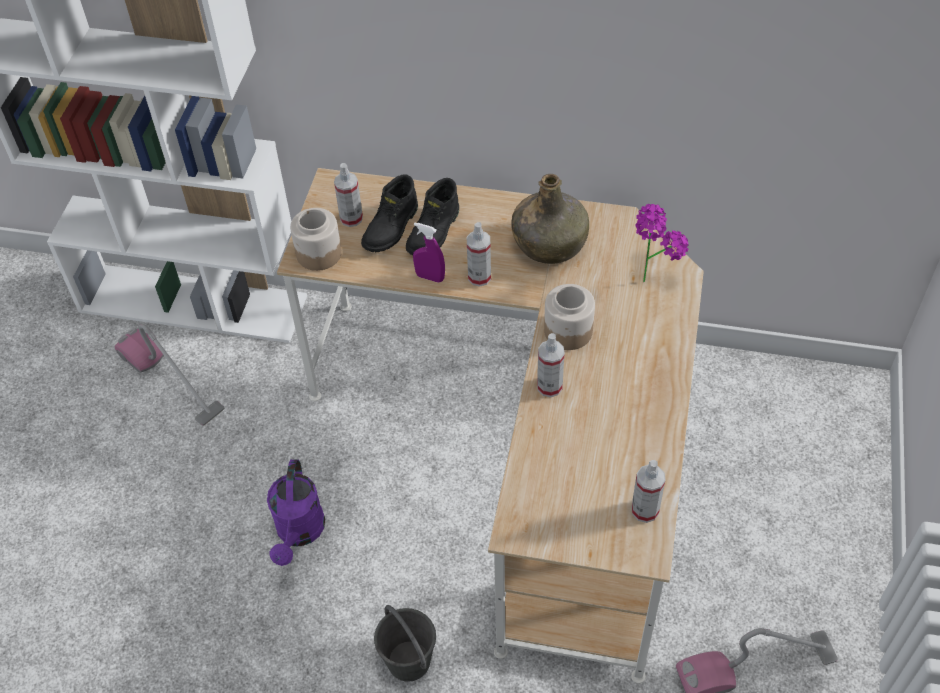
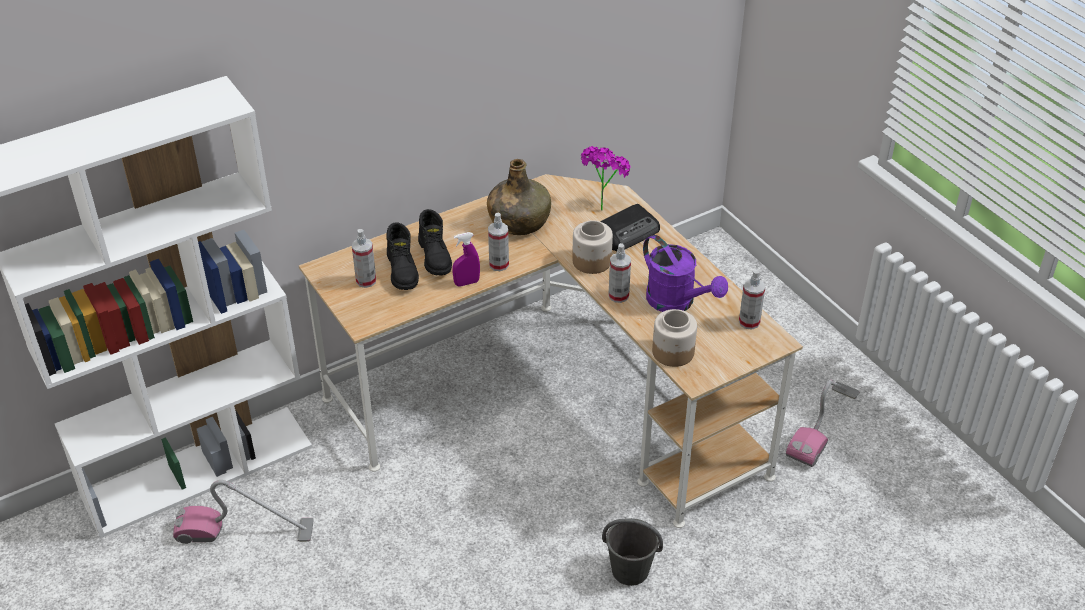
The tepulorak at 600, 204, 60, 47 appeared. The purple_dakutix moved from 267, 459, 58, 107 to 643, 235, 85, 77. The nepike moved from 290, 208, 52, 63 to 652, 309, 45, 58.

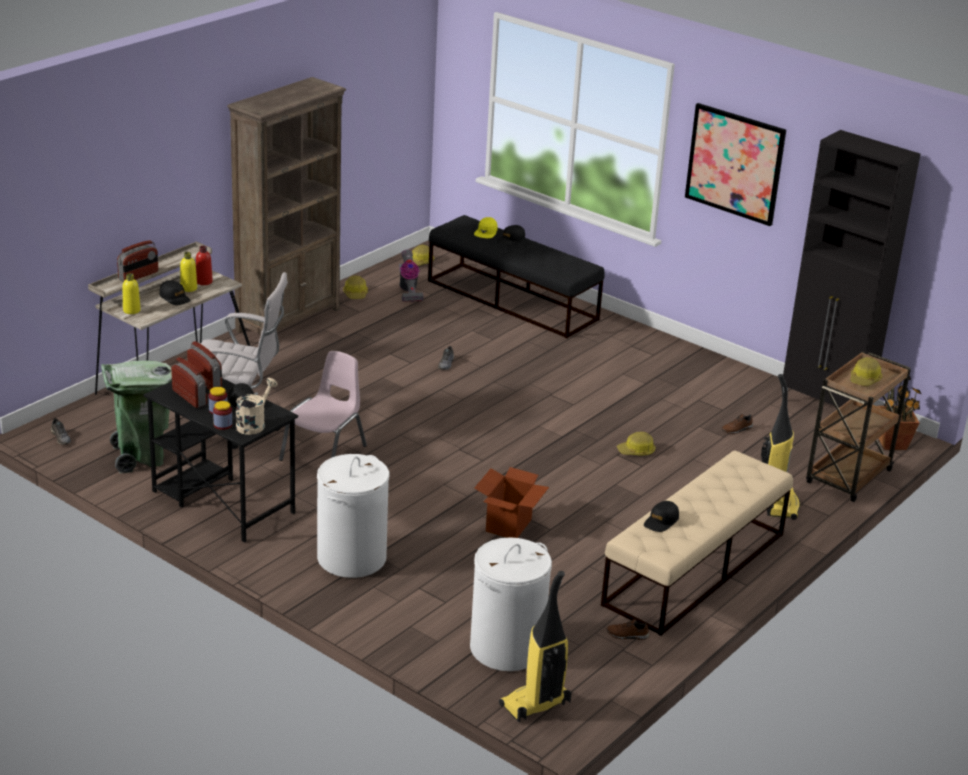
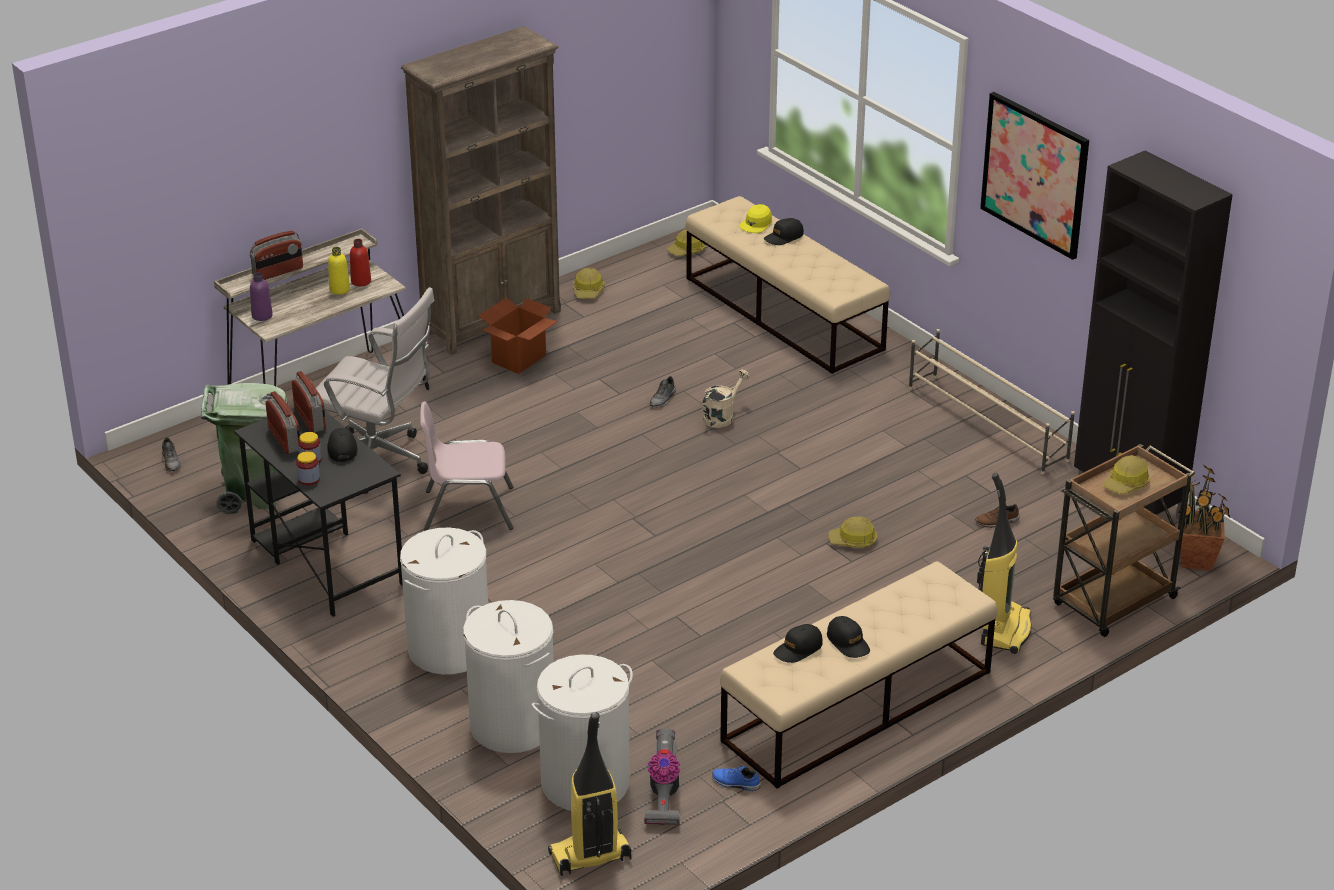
The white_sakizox at 463, 600, 91, 153 appeared. The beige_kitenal at 909, 329, 166, 145 appeared. The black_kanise moved from 160, 280, 31, 25 to 827, 616, 43, 42. The beige_dakutix moved from 236, 378, 42, 57 to 702, 369, 48, 59. The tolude moved from 399, 250, 25, 52 to 644, 728, 36, 97. The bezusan moved from 474, 467, 75, 71 to 478, 298, 80, 76. The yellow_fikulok at 122, 273, 19, 41 became the purple_fikulok at 250, 273, 23, 48. The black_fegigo at 428, 215, 177, 123 became the beige_fegigo at 685, 196, 205, 178. The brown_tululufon at 607, 619, 42, 21 became the blue_tululufon at 712, 765, 49, 26. The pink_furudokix at 279, 351, 88, 110 turned 135 degrees counterclockwise.

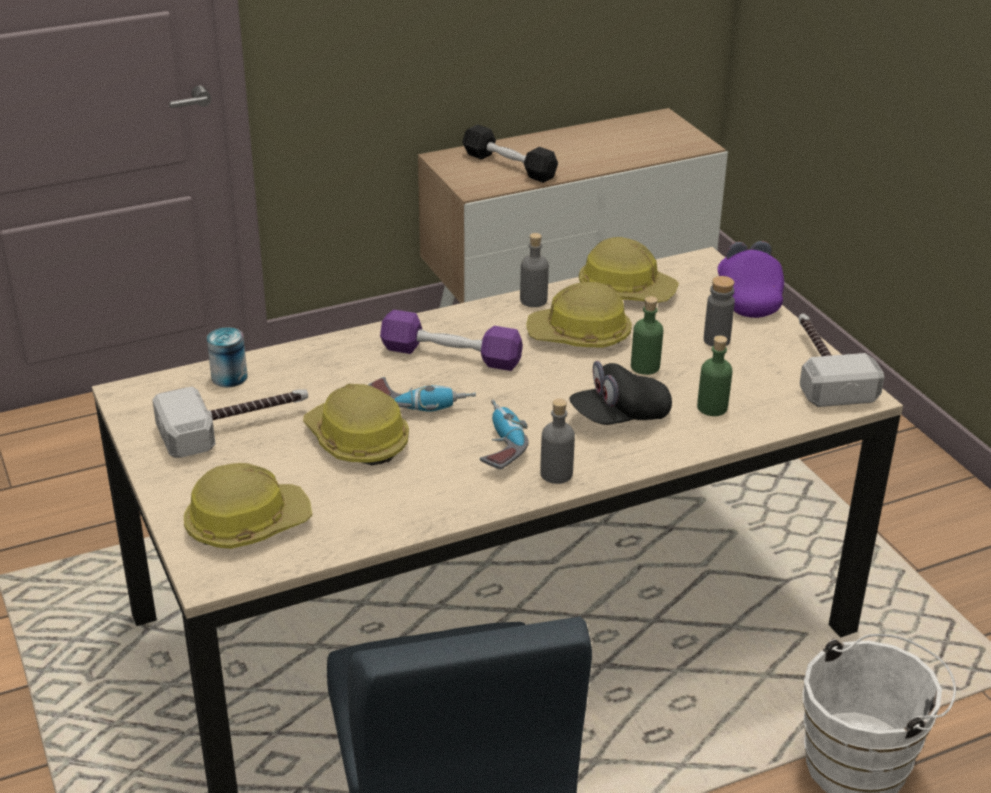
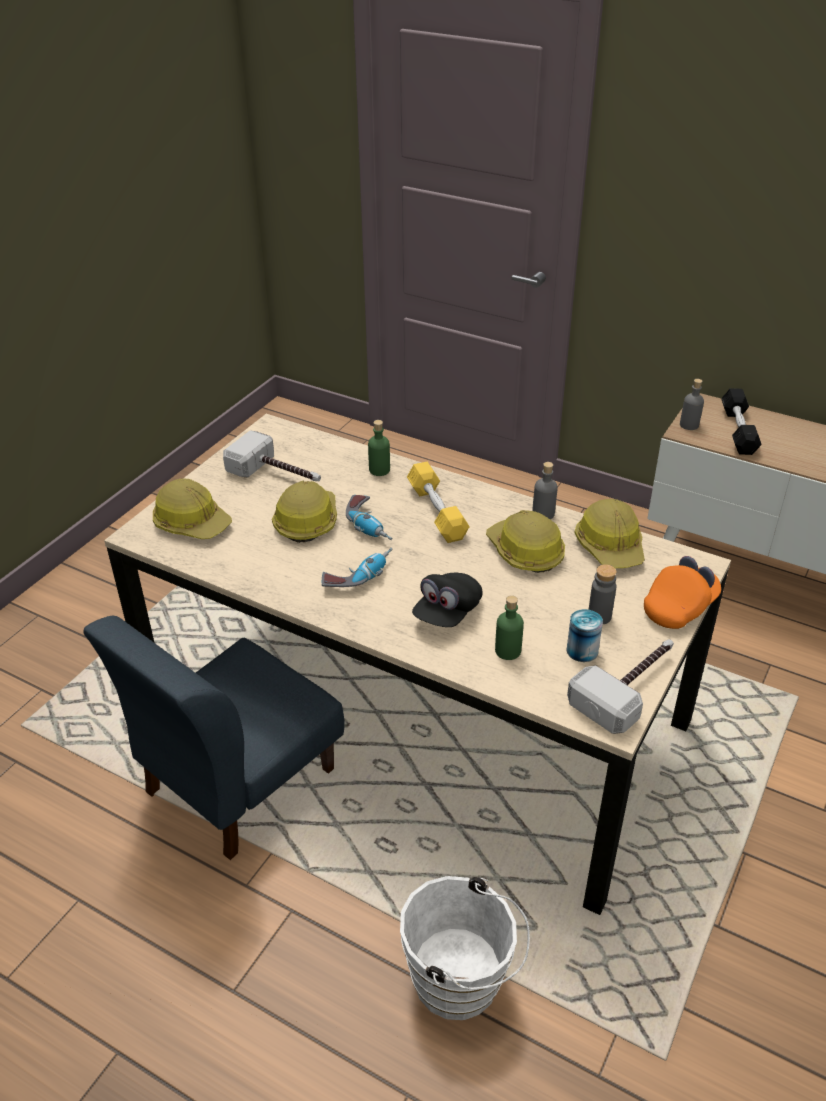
The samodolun moved from 207, 328, 41, 59 to 566, 609, 37, 53. The grey_fikulok moved from 540, 398, 35, 86 to 680, 379, 24, 51. The green_fikulok moved from 631, 296, 32, 79 to 368, 420, 22, 56. The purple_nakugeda at 380, 310, 143, 61 became the yellow_nakugeda at 407, 462, 63, 81. The purple_kanise at 718, 241, 66, 77 became the orange_kanise at 644, 556, 77, 73. The black_kanise at 569, 361, 103, 64 turned 90 degrees counterclockwise.

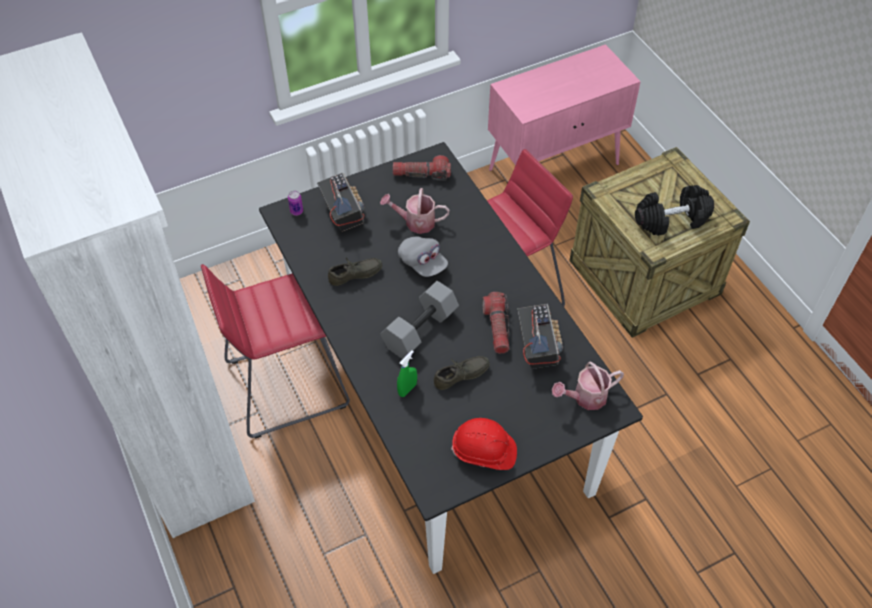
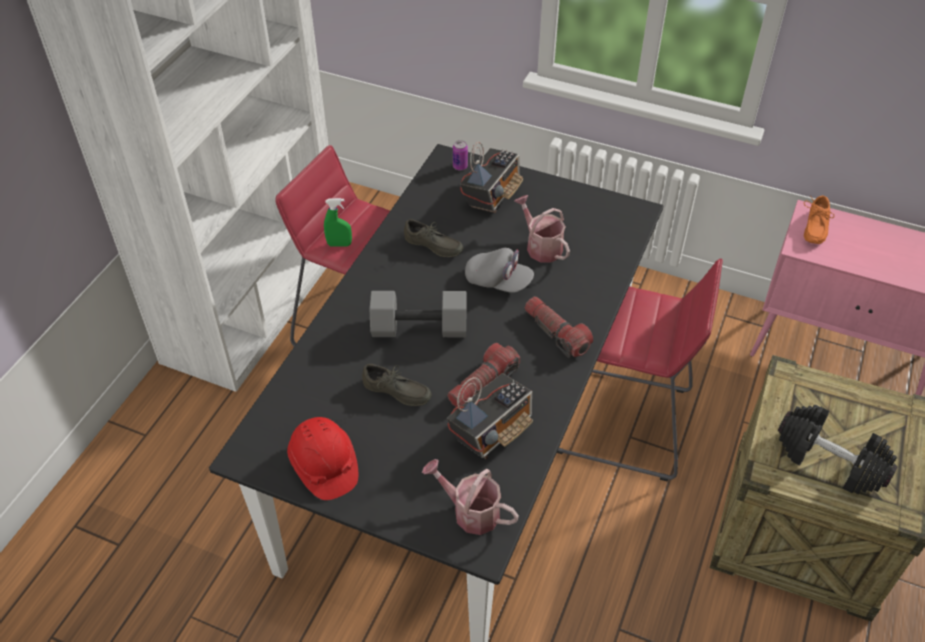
The orange_tululufon at 804, 196, 30, 48 appeared. The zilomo moved from 393, 155, 58, 26 to 525, 297, 68, 61. The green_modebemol moved from 397, 350, 20, 47 to 324, 198, 28, 49. The grey_kanise at 398, 237, 50, 40 turned 75 degrees counterclockwise.

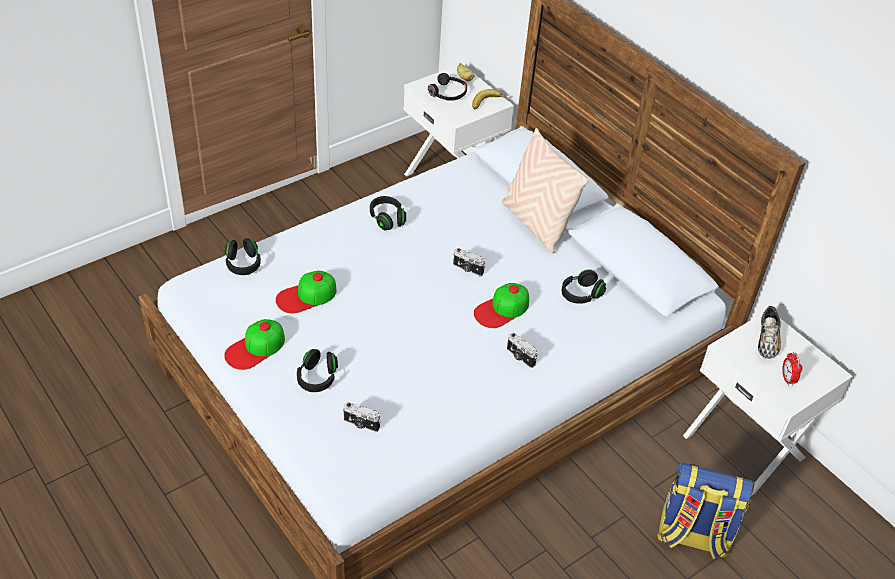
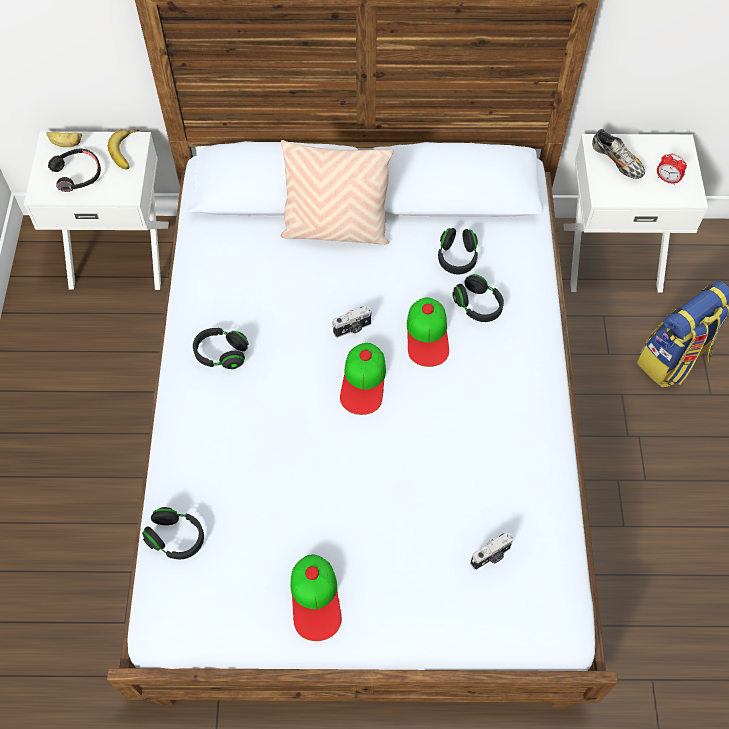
The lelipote at 507, 333, 31, 35 disappeared. The kanise moved from 276, 271, 61, 42 to 340, 343, 46, 72. The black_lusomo moved from 297, 349, 41, 43 to 452, 274, 52, 48.

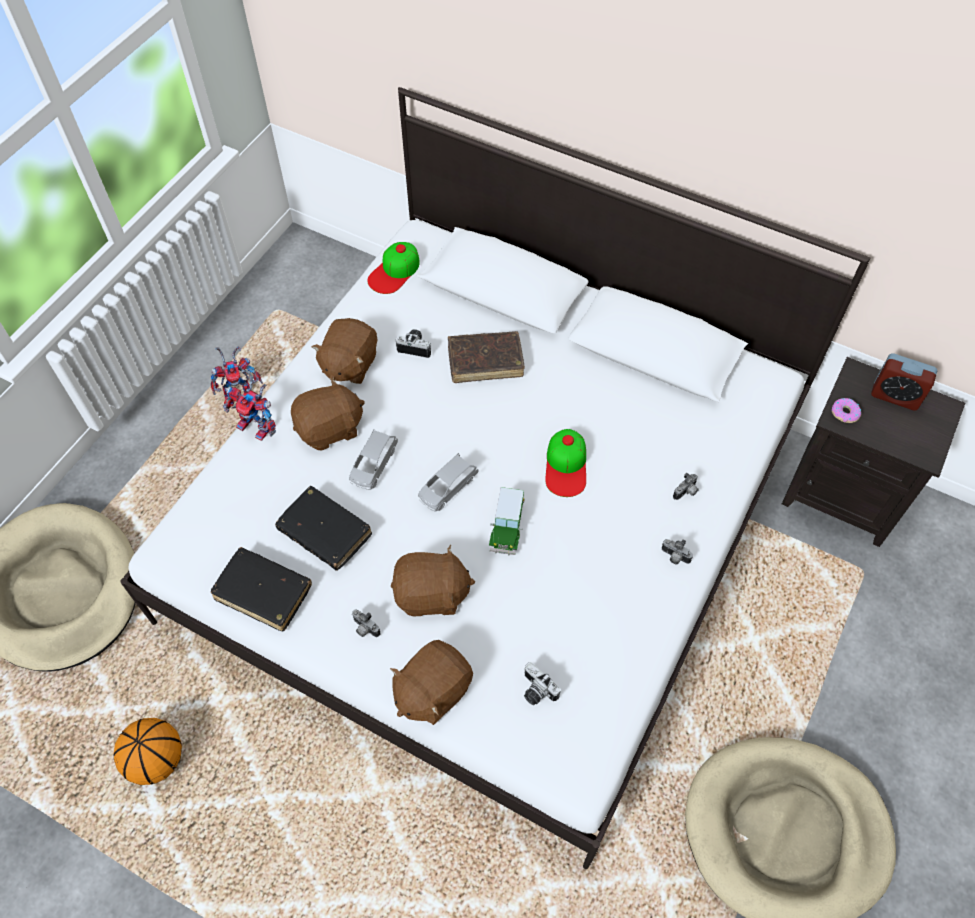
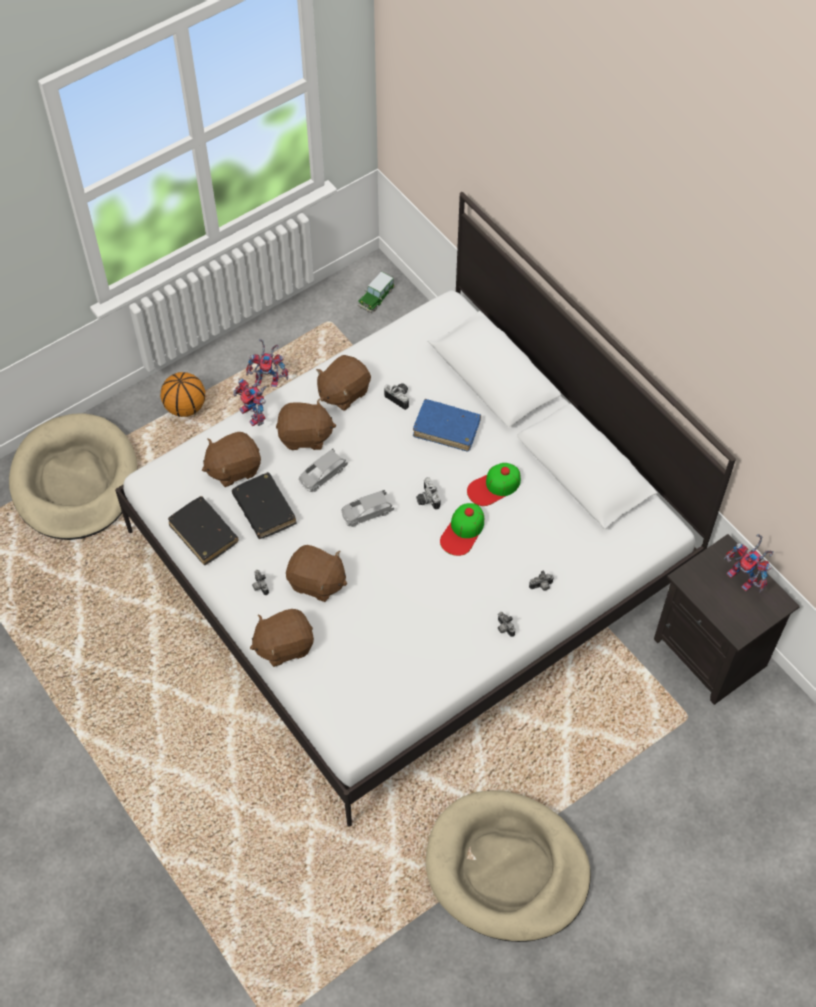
The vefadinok at 832, 398, 29, 25 disappeared. The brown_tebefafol at 202, 432, 59, 55 appeared. The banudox moved from 113, 718, 69, 67 to 161, 372, 44, 45. The kanise moved from 367, 242, 53, 52 to 467, 463, 54, 43. The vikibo moved from 489, 487, 35, 68 to 358, 272, 37, 41. The lelipote moved from 524, 662, 36, 43 to 416, 477, 25, 33. The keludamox at 871, 353, 66, 58 was replaced by the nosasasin at 724, 534, 50, 59. The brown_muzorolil at 448, 331, 77, 52 became the blue_muzorolil at 413, 399, 68, 53.

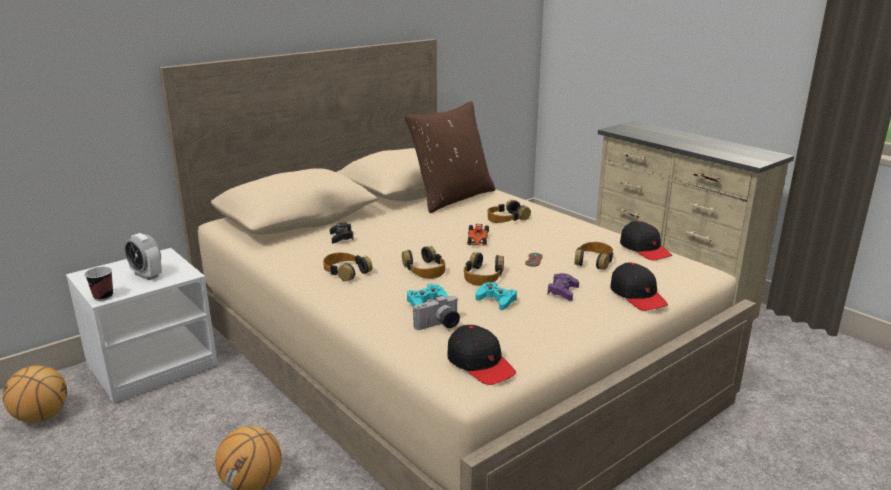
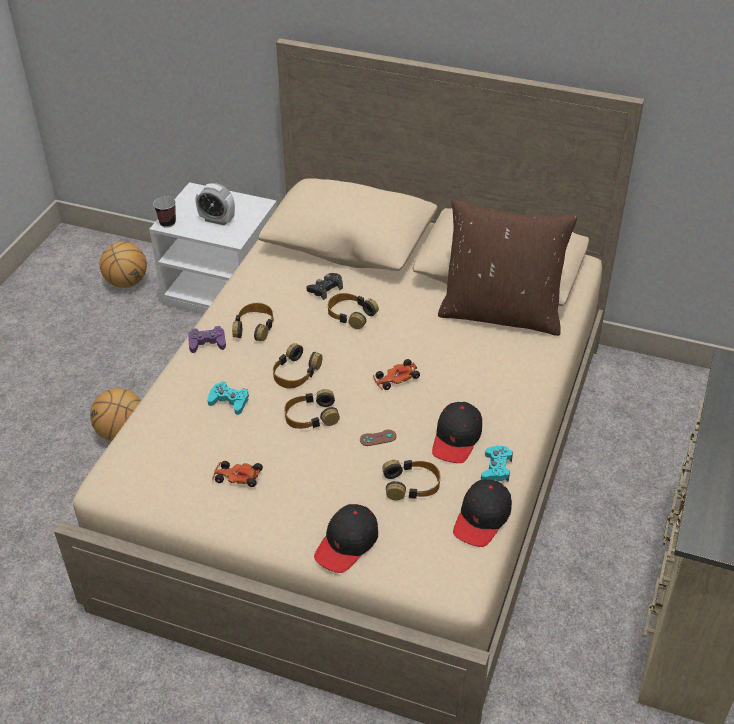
The lelipote at 413, 295, 47, 35 disappeared. The vikibo at 212, 461, 51, 26 appeared. The black_kanise moved from 447, 325, 69, 60 to 432, 402, 50, 61. The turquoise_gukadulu moved from 475, 282, 42, 28 to 481, 446, 32, 36. The lusomo moved from 488, 200, 43, 23 to 328, 293, 51, 36. The purple_gukadulu moved from 547, 273, 32, 28 to 188, 326, 38, 27. The keludamox at 124, 233, 38, 47 turned 75 degrees counterclockwise.

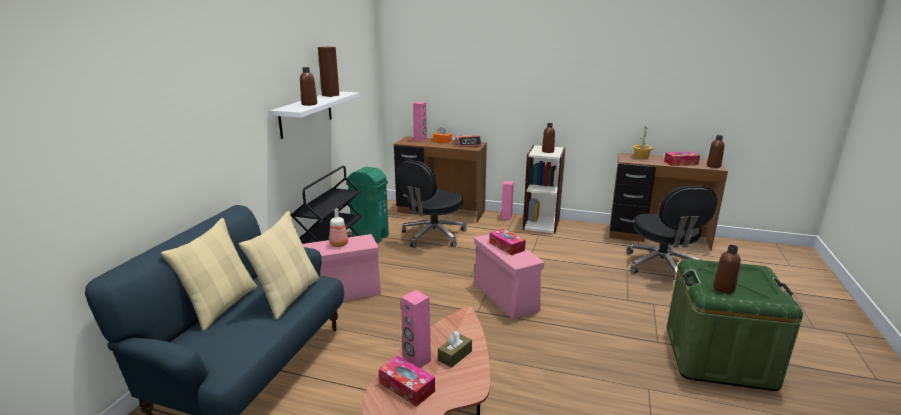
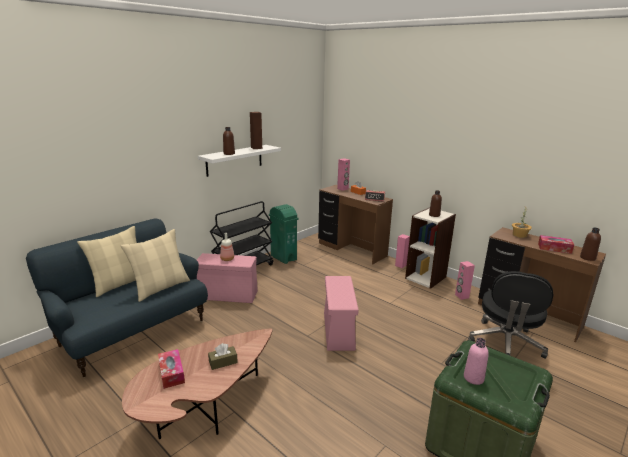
The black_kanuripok at 396, 159, 71, 89 disappeared. The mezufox at 489, 229, 37, 26 disappeared. The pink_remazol moved from 401, 290, 30, 78 to 455, 261, 20, 39. The brown_fikulok at 713, 245, 28, 49 became the pink_fikulok at 464, 338, 25, 47.

